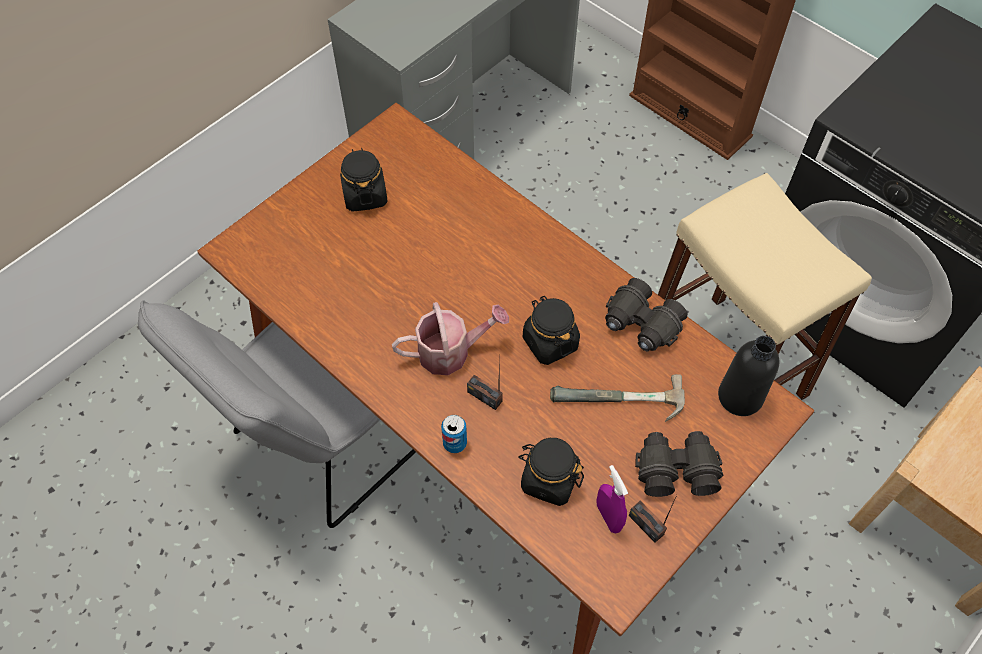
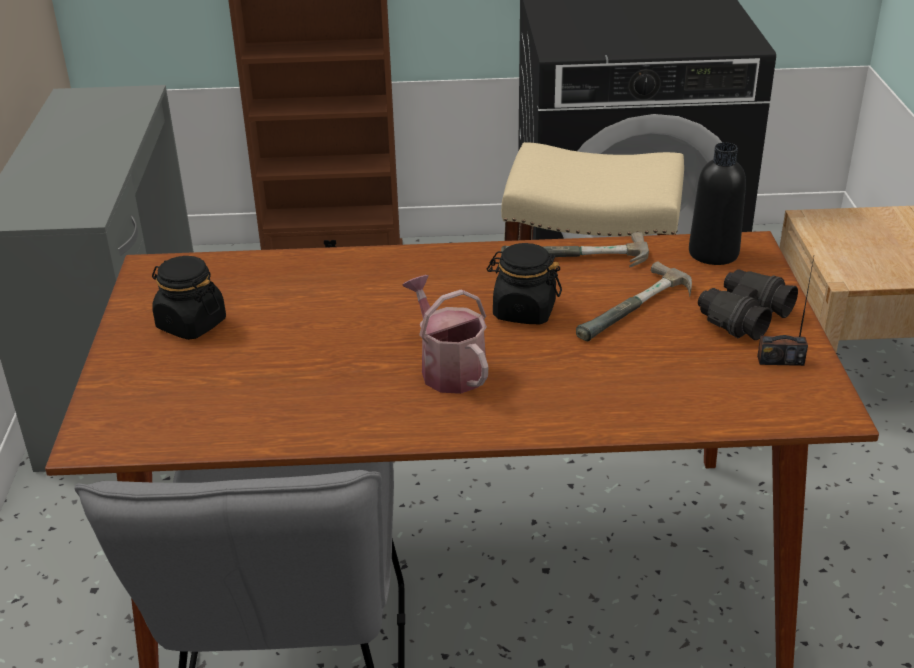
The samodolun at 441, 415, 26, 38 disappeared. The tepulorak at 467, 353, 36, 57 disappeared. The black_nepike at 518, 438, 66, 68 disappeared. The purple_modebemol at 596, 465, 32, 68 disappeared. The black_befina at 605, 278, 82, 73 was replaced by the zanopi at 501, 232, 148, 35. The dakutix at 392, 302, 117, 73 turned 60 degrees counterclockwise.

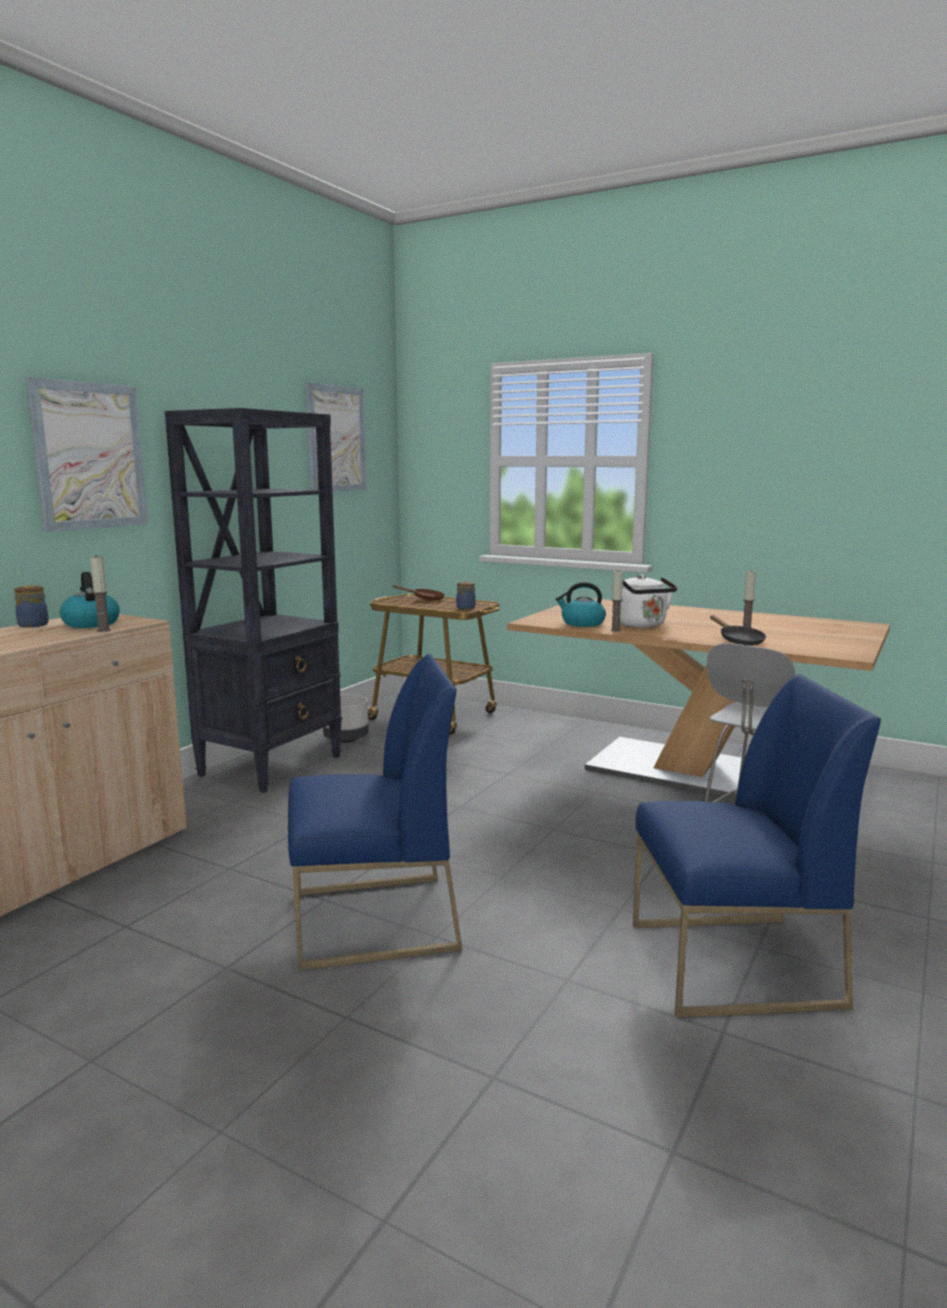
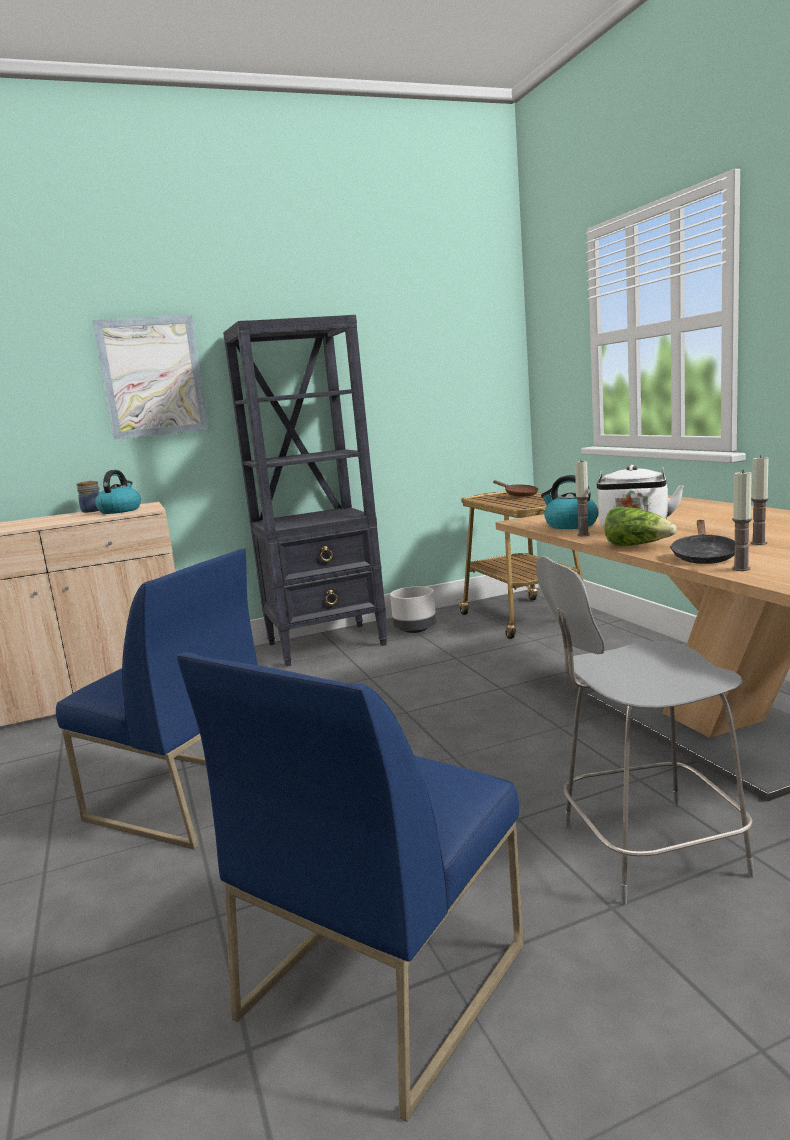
The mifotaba at 306, 382, 60, 110 disappeared. The nepike at 456, 582, 20, 28 disappeared. The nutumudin at 604, 506, 73, 40 appeared. The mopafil moved from 90, 555, 21, 77 to 732, 470, 20, 101. The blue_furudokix at 633, 674, 248, 344 turned 90 degrees clockwise.

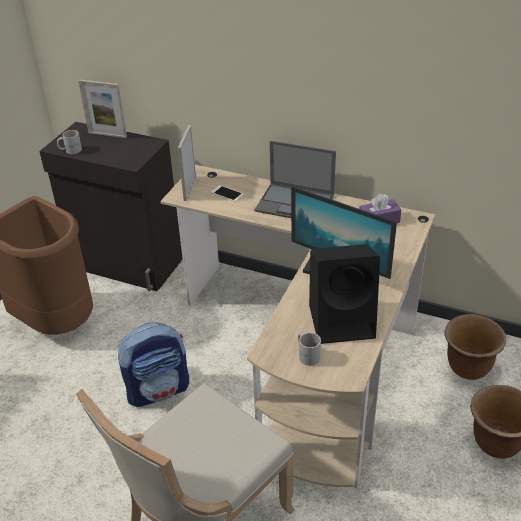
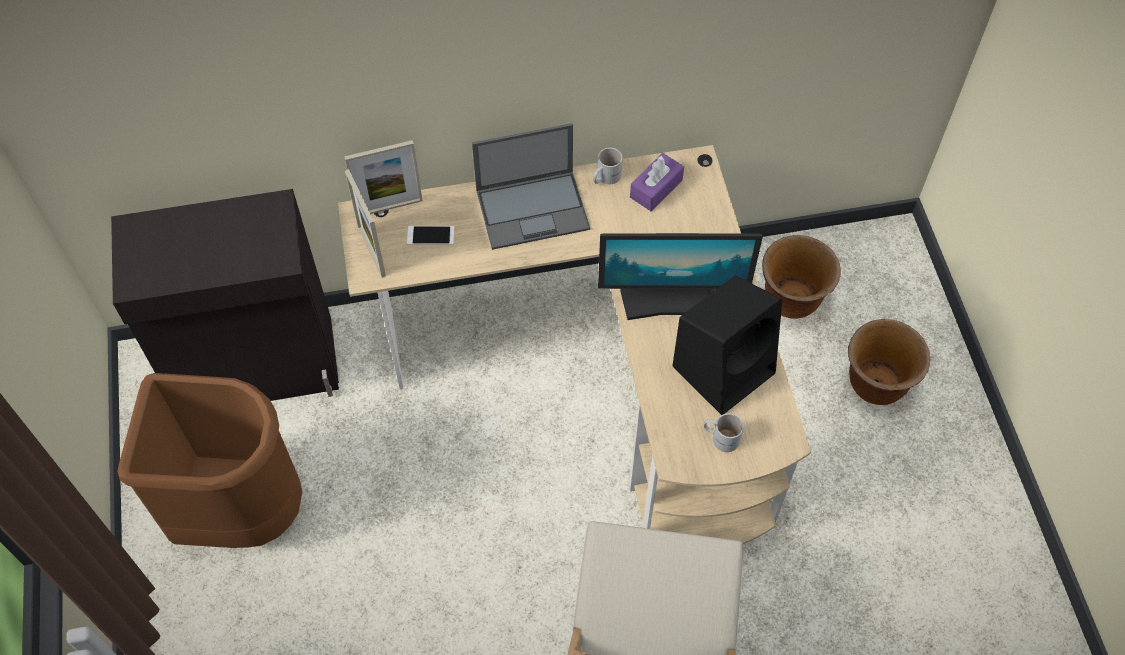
The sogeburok at 118, 322, 71, 85 disappeared. The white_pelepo moved from 57, 130, 25, 24 to 593, 148, 30, 36. The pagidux moved from 78, 79, 49, 59 to 344, 140, 79, 74.

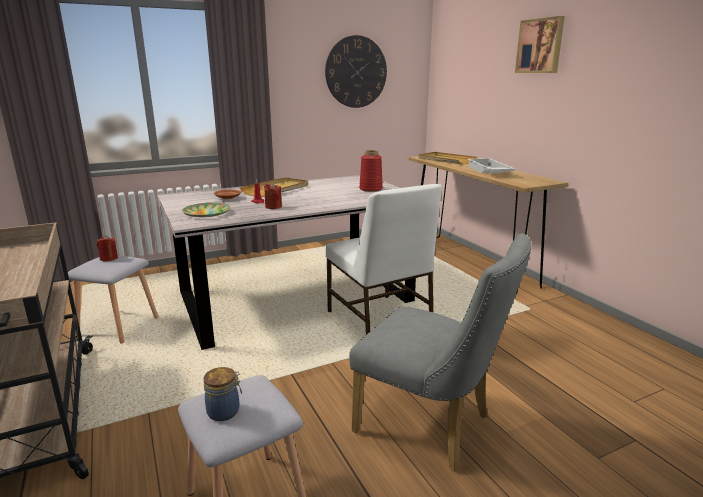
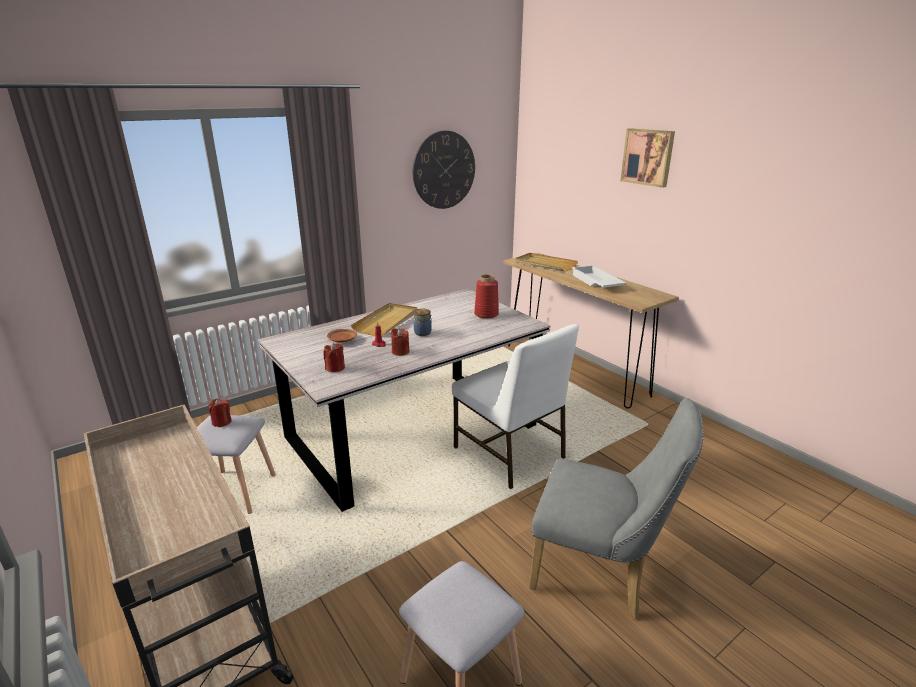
The nepike moved from 203, 367, 39, 54 to 414, 309, 18, 27. The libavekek at 182, 203, 48, 14 was replaced by the red_mopafil at 323, 343, 22, 29.

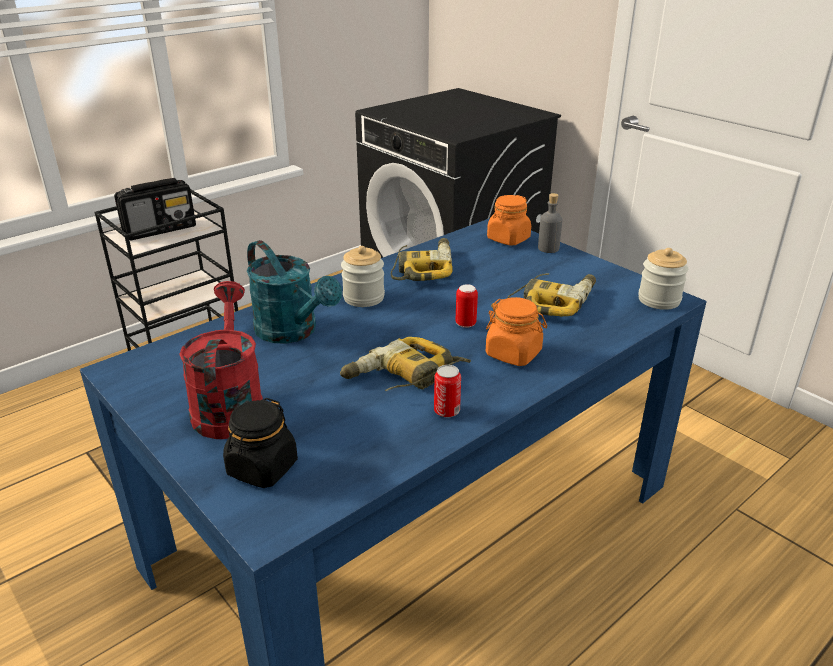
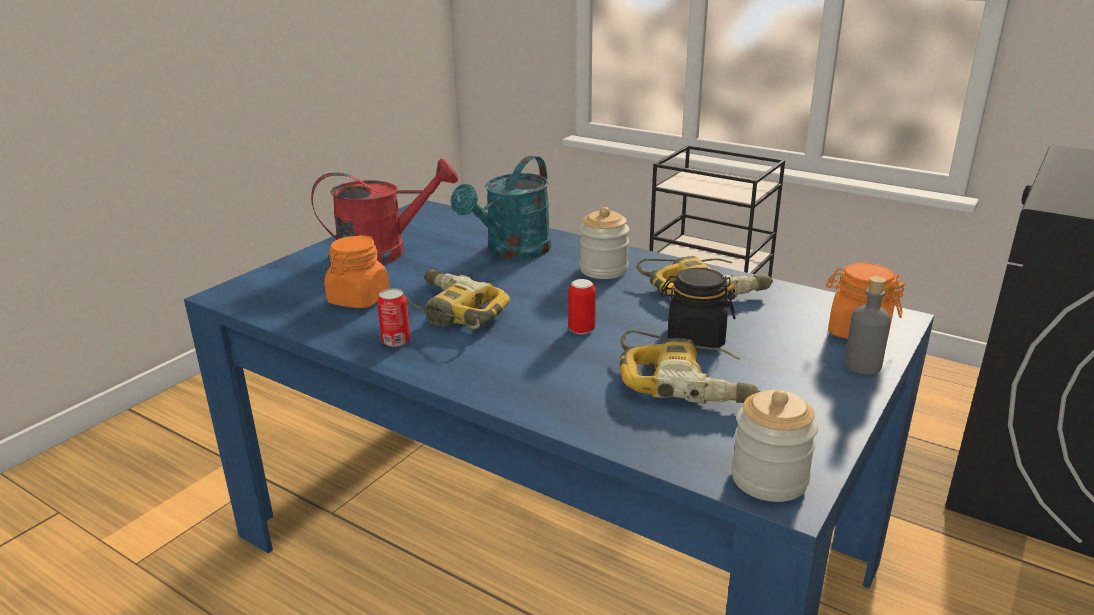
The tepulorak at 114, 178, 82, 62 disappeared. The black_nepike moved from 223, 398, 75, 90 to 661, 268, 75, 80. The orange_nepike moved from 486, 297, 61, 69 to 324, 235, 66, 73.

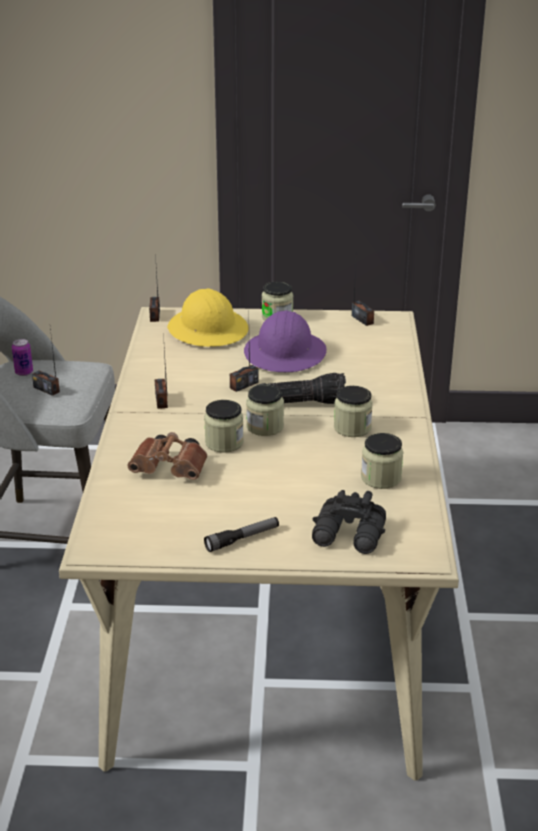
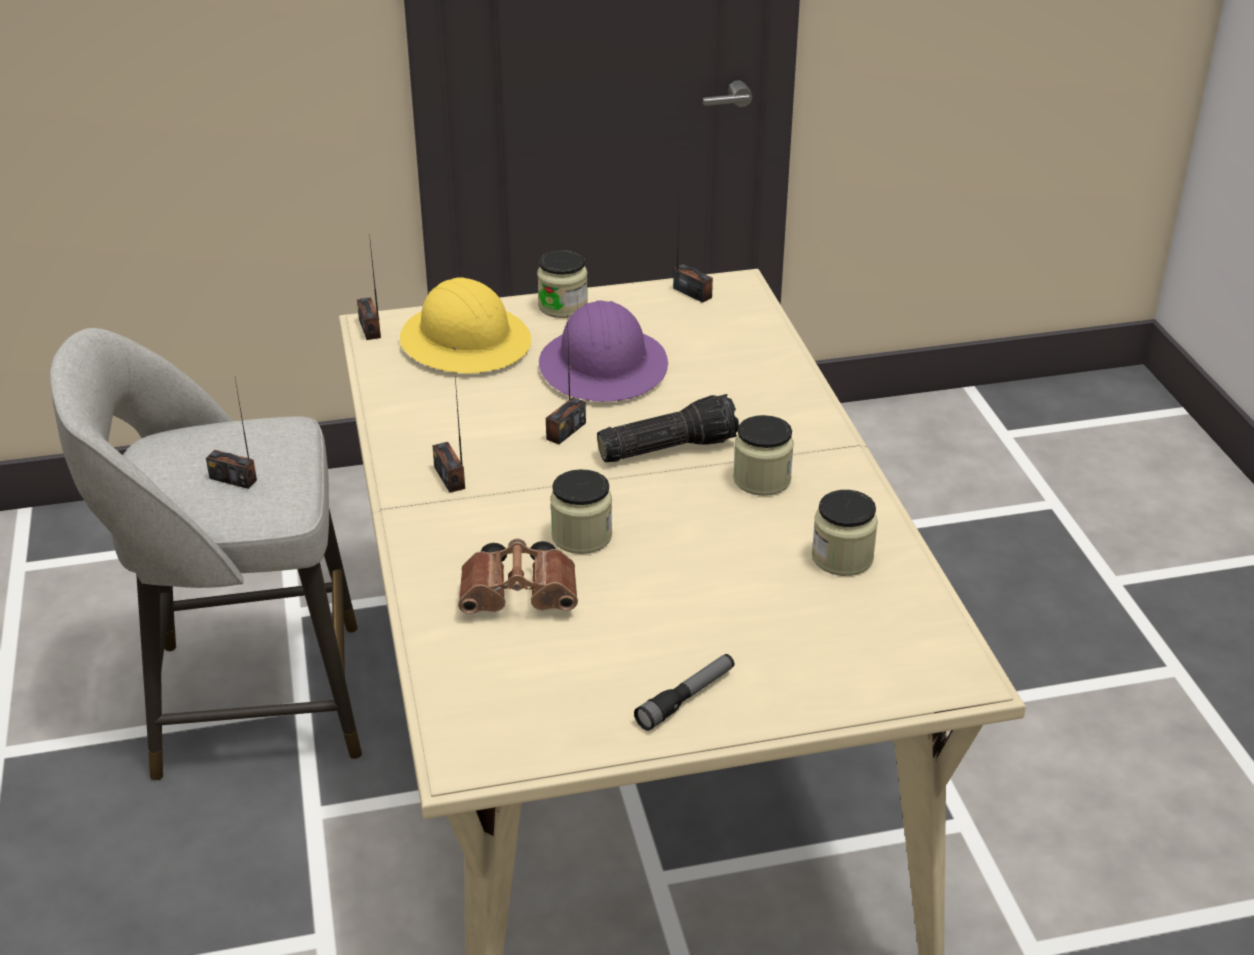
The samodolun at 12, 339, 21, 37 disappeared. The nepike at 246, 384, 38, 52 disappeared. The black_befina at 312, 490, 74, 64 disappeared.

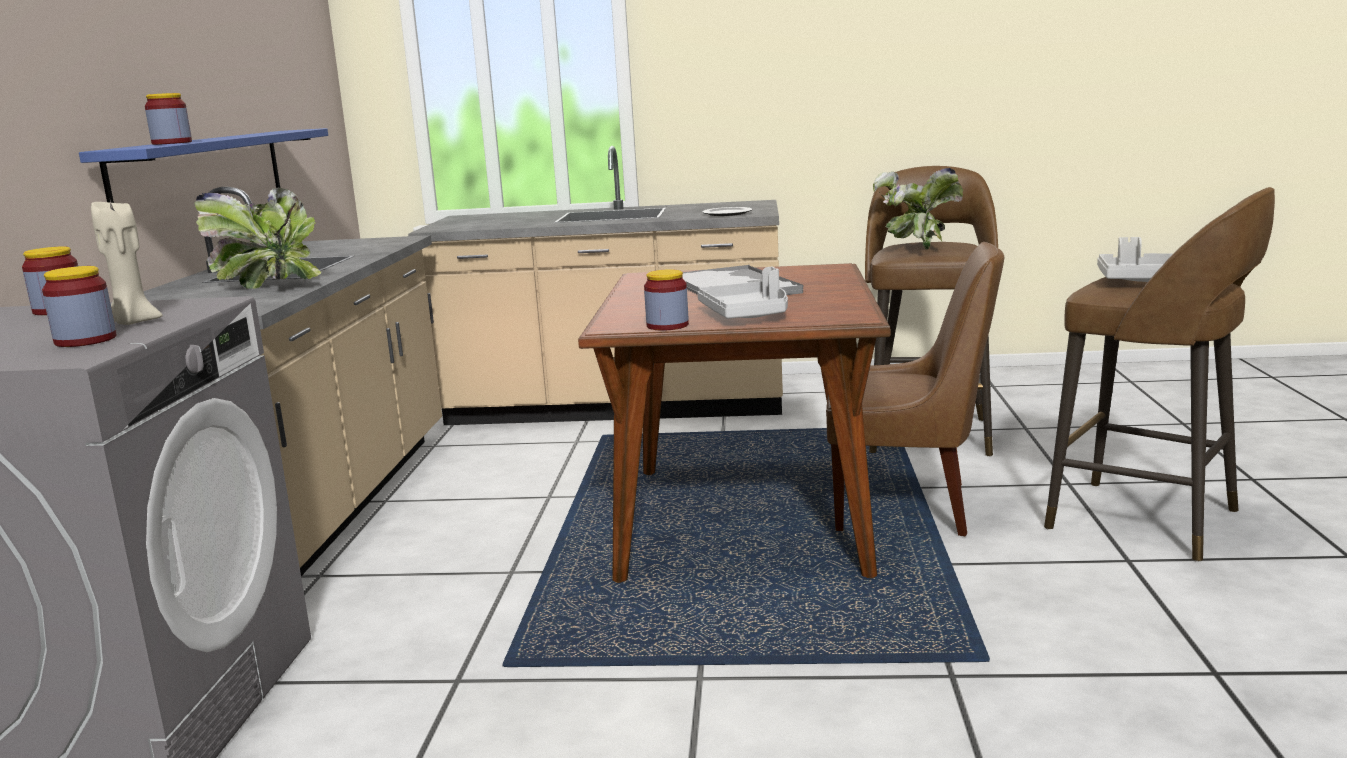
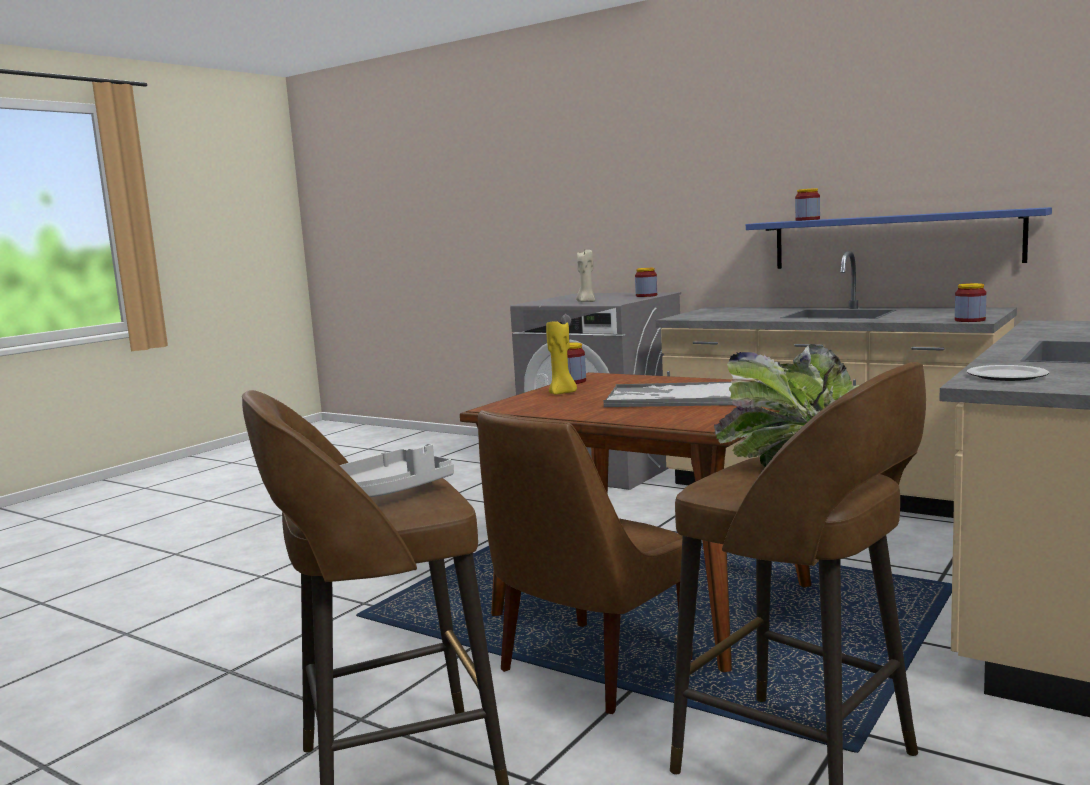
The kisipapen at 194, 187, 127, 102 disappeared. The nepike moved from 42, 266, 74, 81 to 955, 283, 31, 39. The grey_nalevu at 697, 267, 91, 52 was replaced by the yellow_mopafil at 546, 321, 31, 74.

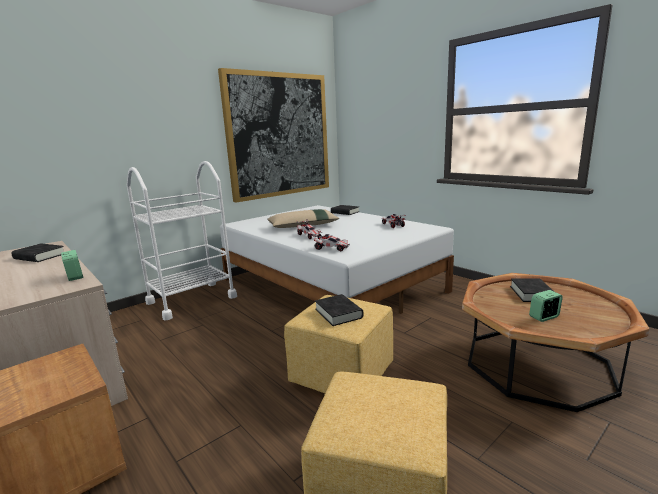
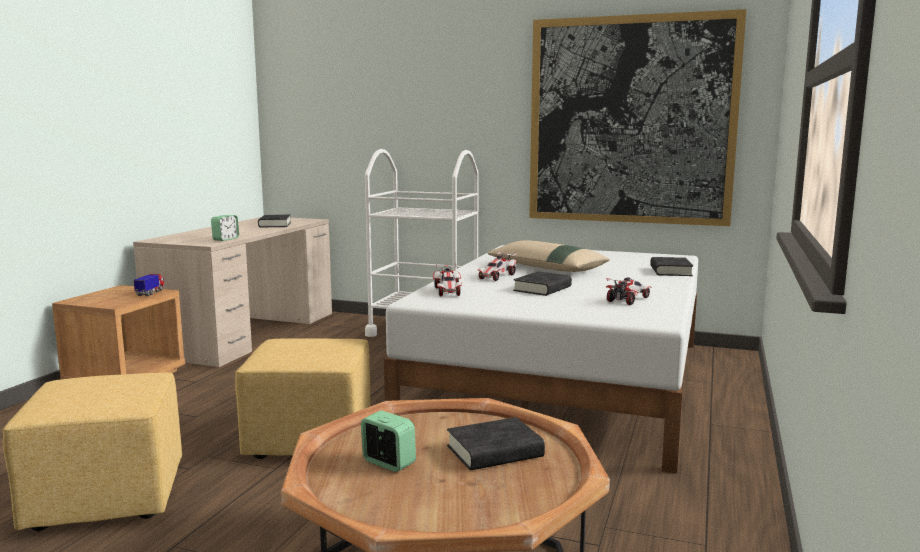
The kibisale at 134, 274, 30, 22 appeared. The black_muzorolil moved from 315, 294, 48, 32 to 513, 271, 59, 25.

